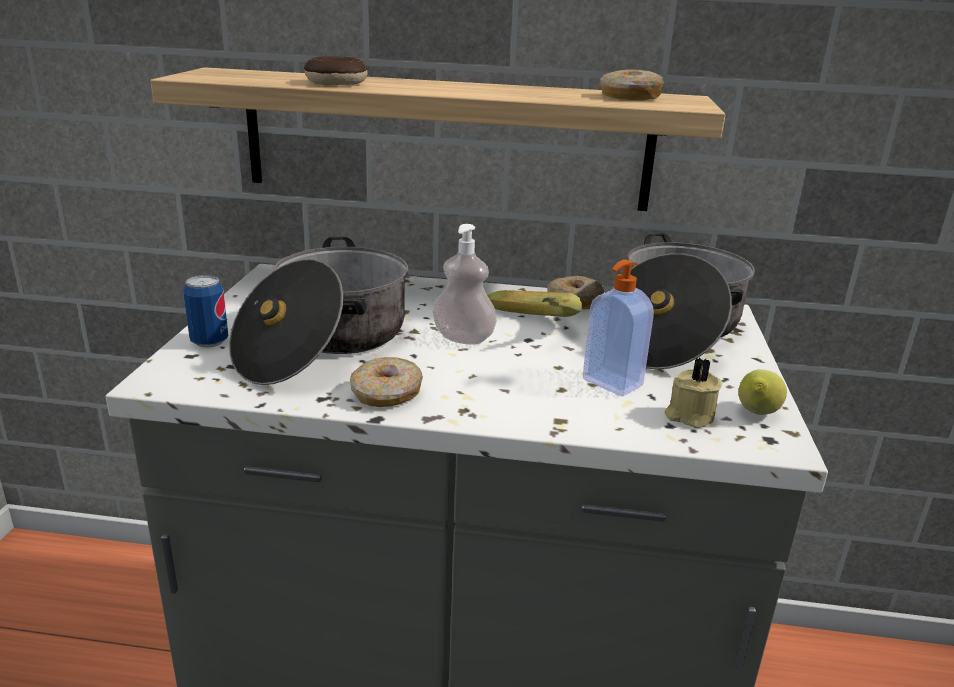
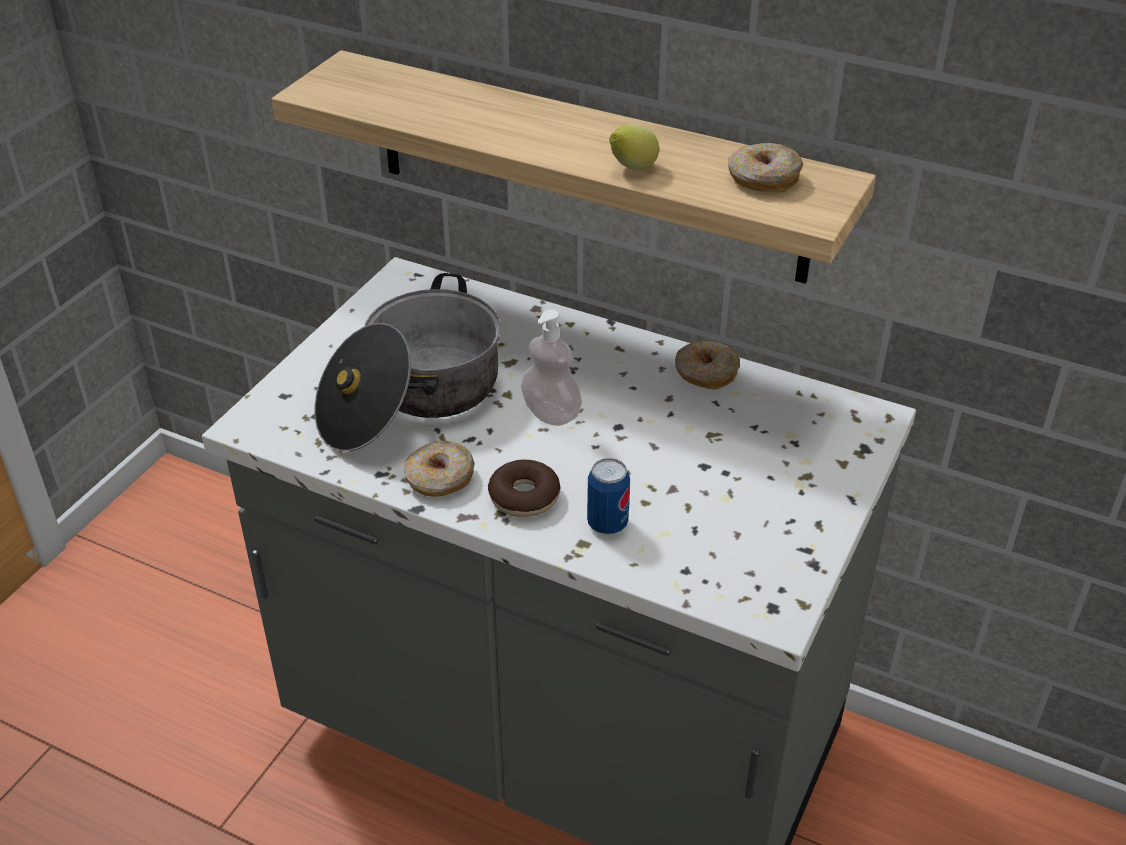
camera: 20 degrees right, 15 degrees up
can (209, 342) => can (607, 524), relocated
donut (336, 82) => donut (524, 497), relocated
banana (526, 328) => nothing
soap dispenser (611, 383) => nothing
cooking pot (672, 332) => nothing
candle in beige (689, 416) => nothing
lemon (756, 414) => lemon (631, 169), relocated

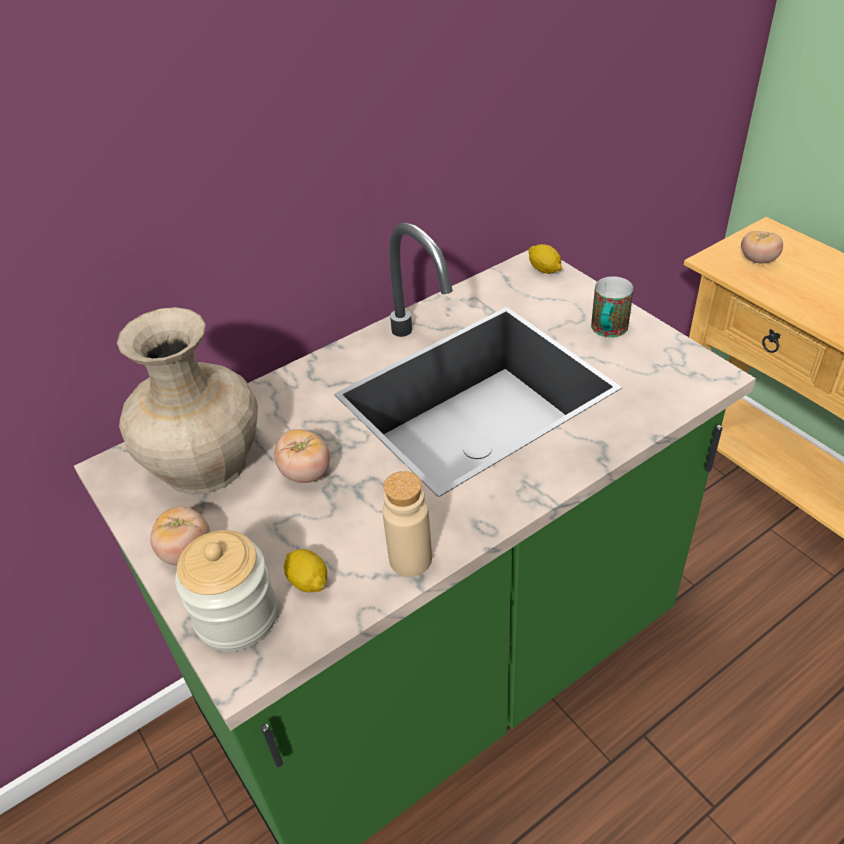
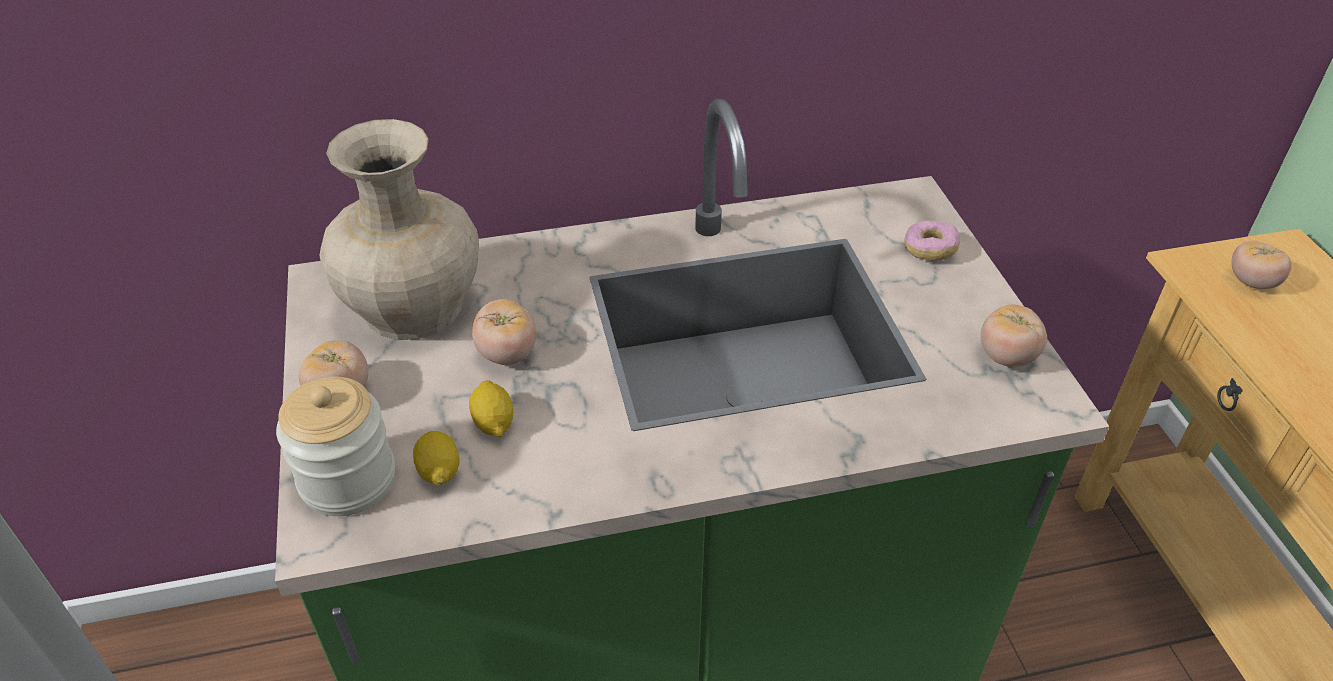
camera: 20 degrees right, 0 degrees up
bottle in beige (410, 559) => nothing
lemon (544, 269) => lemon (493, 422), relocated
mug (607, 331) => nothing
nothing => donut (929, 250)
nothing => tomato (1007, 356)

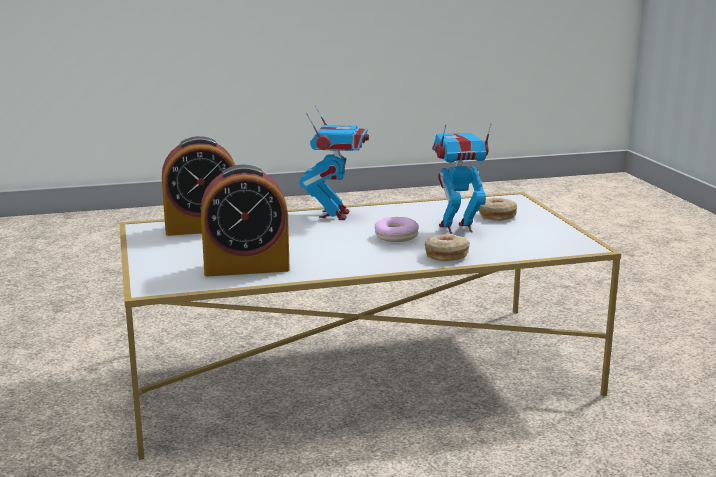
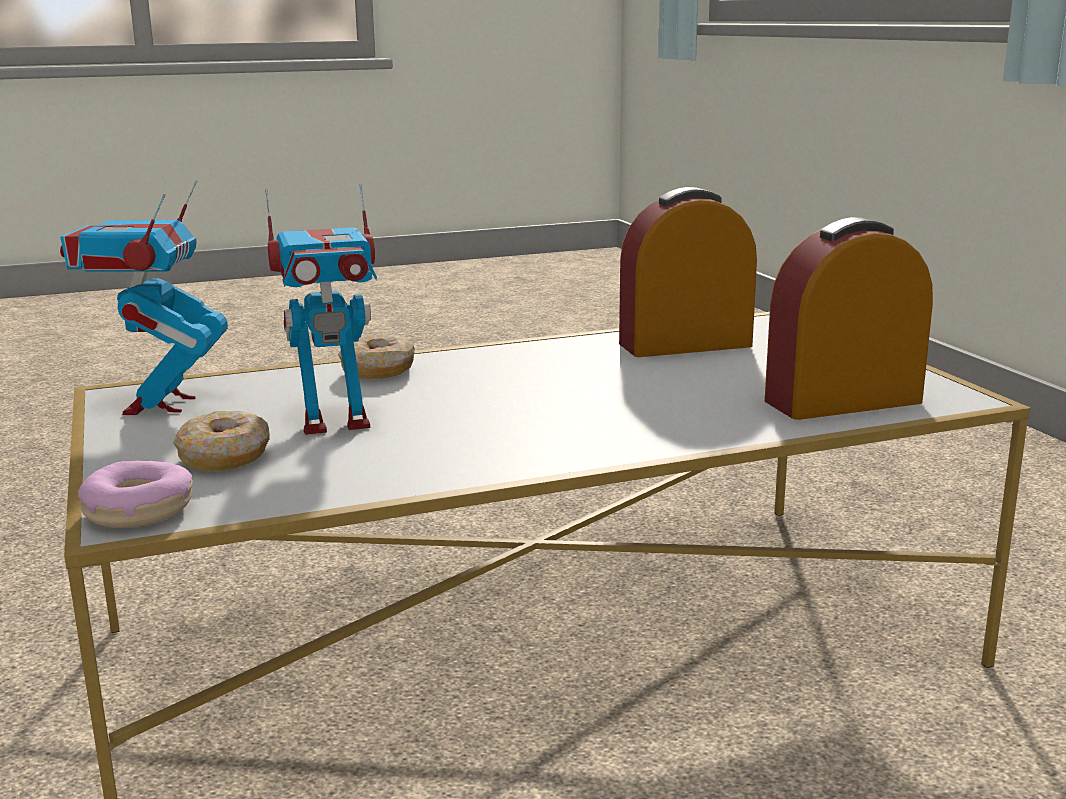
camera: 175 degrees right, 0 degrees up
toy robot (334, 215) => toy robot (159, 405), relocated
donut (396, 237) => donut (139, 510), relocated

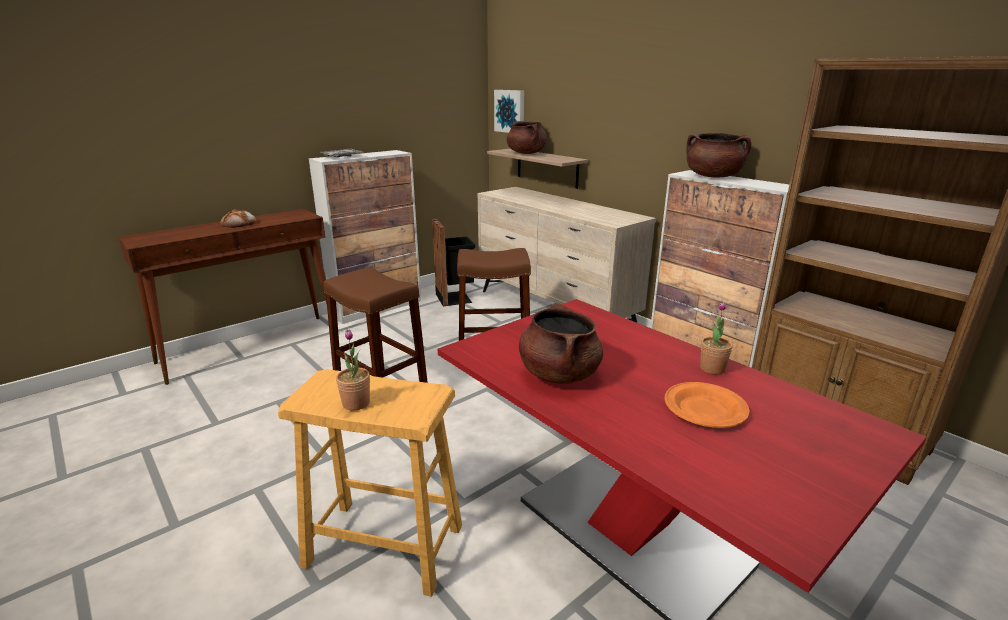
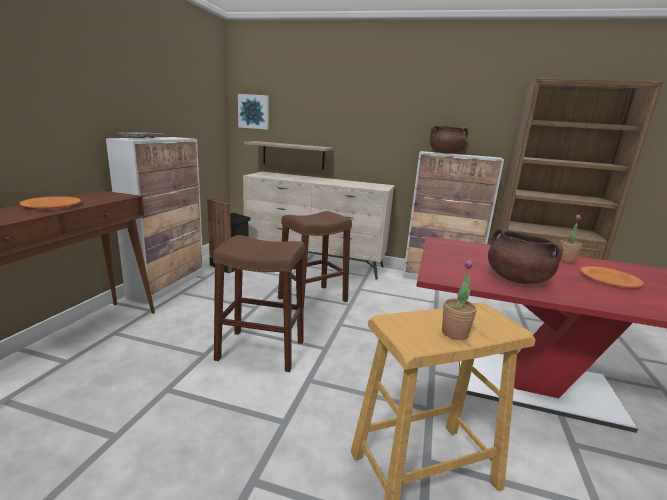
camera: 35 degrees left, 5 degrees down
bread (239, 223) => plate in orange (52, 205)
cooking pot in brown (526, 153) => nothing

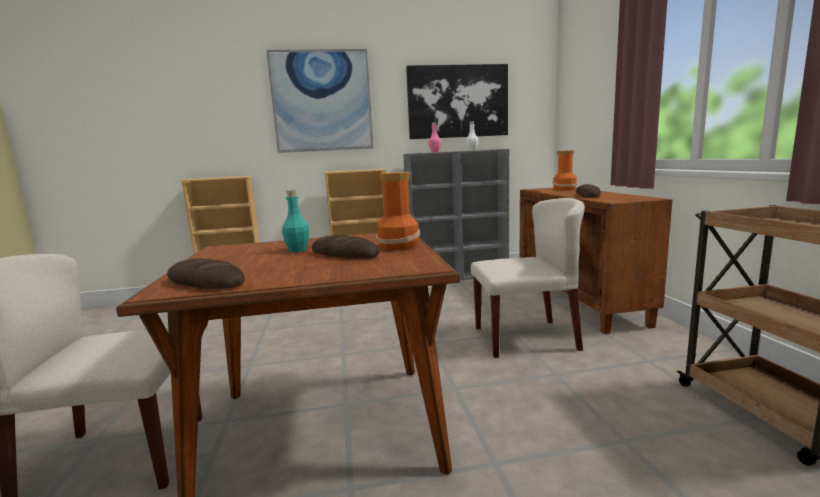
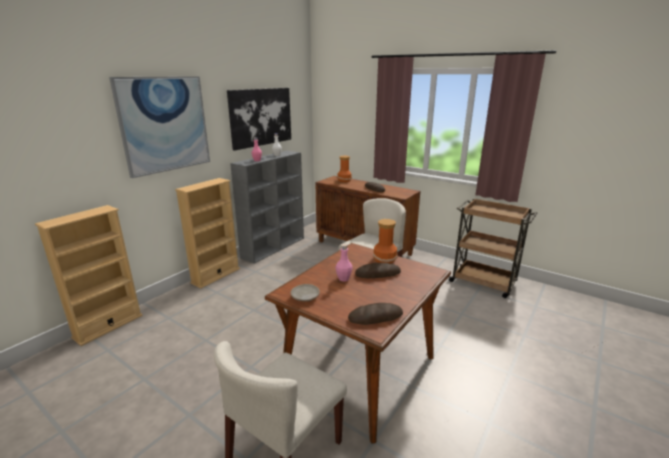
camera: 45 degrees left, 10 degrees up
bottle in turquoise (297, 250) => bottle in pink (343, 279)
nothing => plate in beige (305, 297)

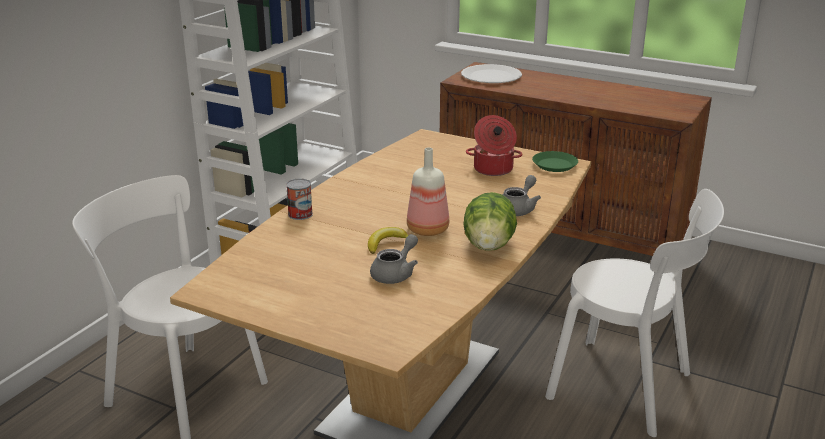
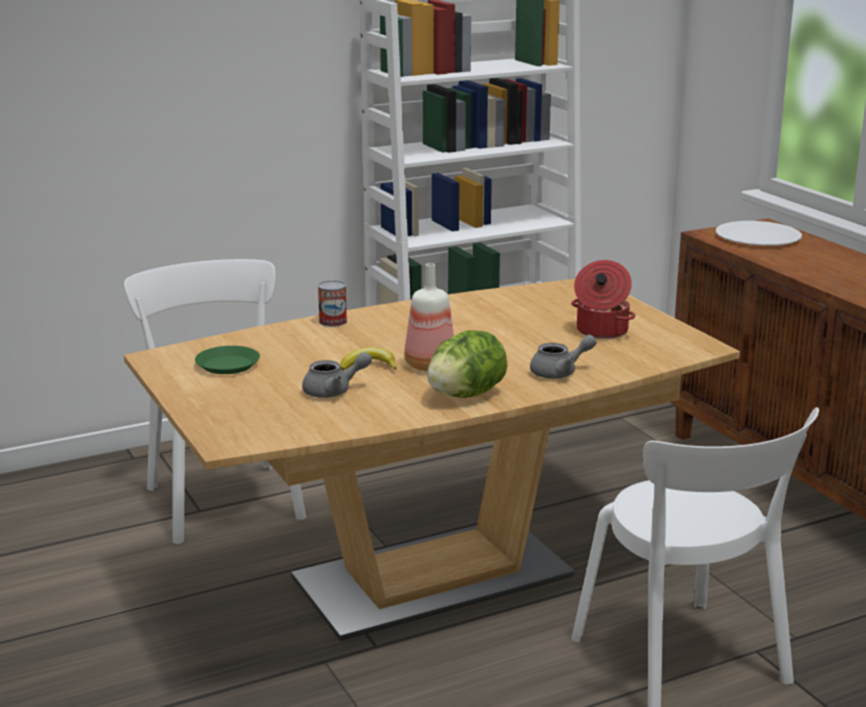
camera: 35 degrees right, 5 degrees down
plate in green (555, 165) => plate in green (227, 365), relocated

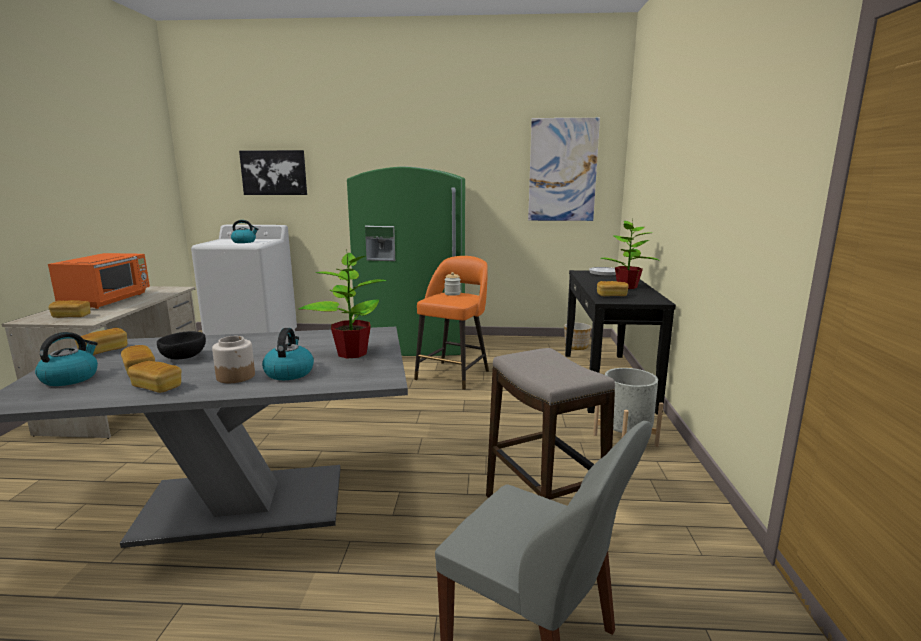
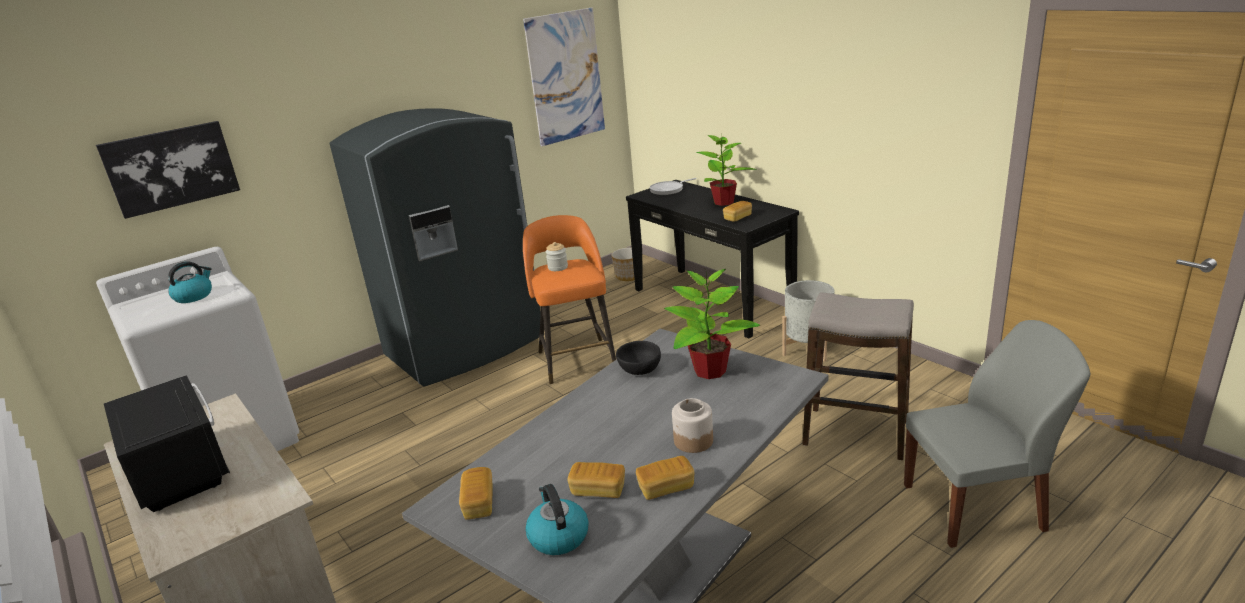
camera: 40 degrees left, 10 degrees up
microwave in orange (108, 300) => microwave in black (181, 471)
bread (71, 316) => nothing
bowl in black (185, 357) => bowl in black (640, 369), relocated
kettle (289, 373) => nothing
fridge in green (413, 345) => fridge in grey (466, 347)

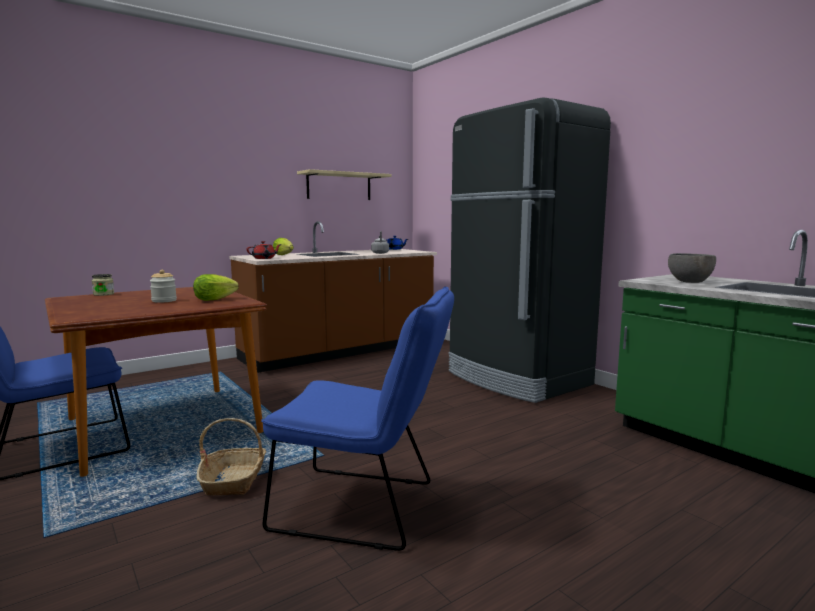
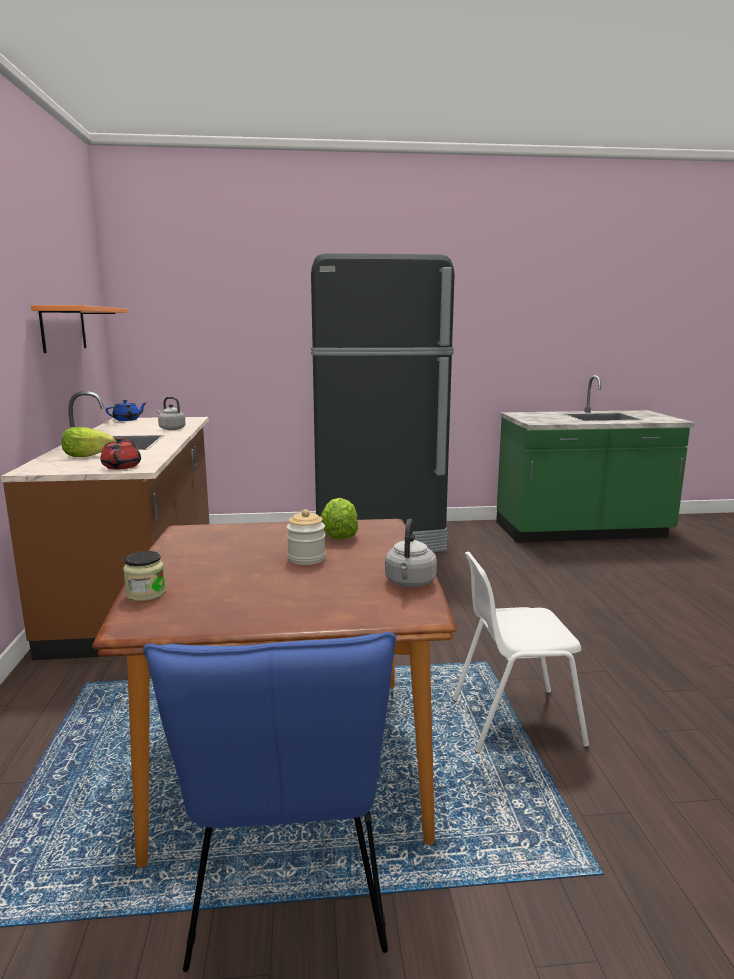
camera: 60 degrees left, 5 degrees up
basket (234, 480) => chair in white (514, 721)
chair in blue (365, 508) => nothing
shelf in beige (339, 186) => shelf in orange (63, 328)
bowl in grey (690, 282) => nothing
nothing => kettle in grey (409, 583)

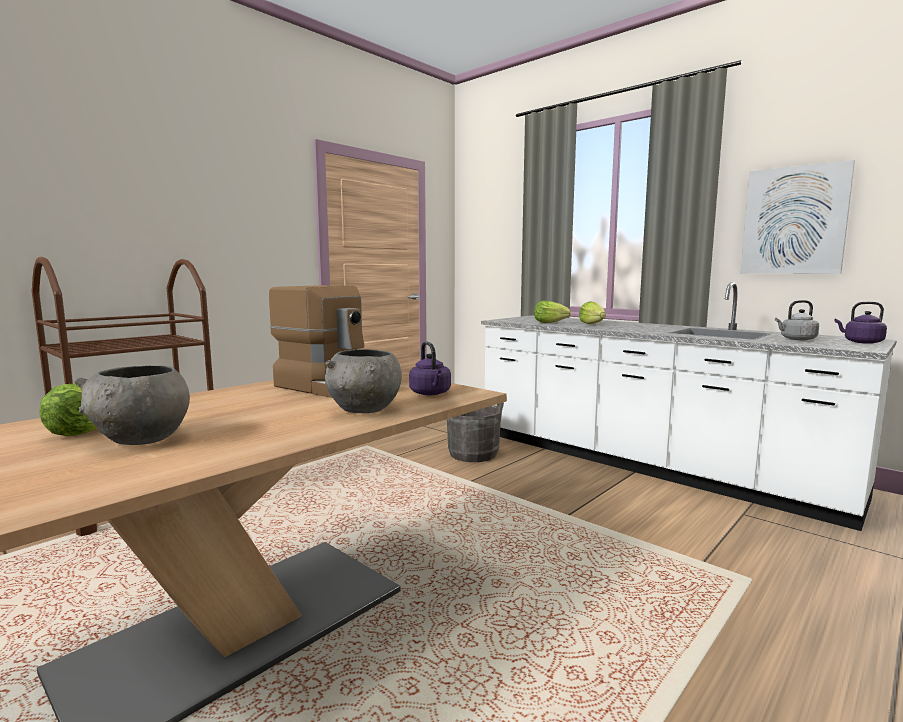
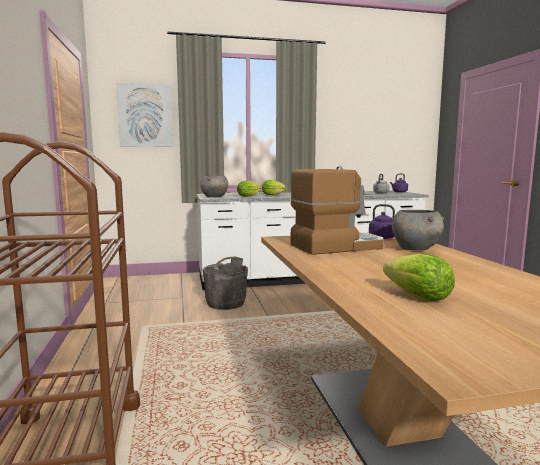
camera: 55 degrees left, 0 degrees up
bowl in grey (142, 440) => bowl in grey (214, 197), relocated
picture (794, 221) => picture (145, 115), relocated

